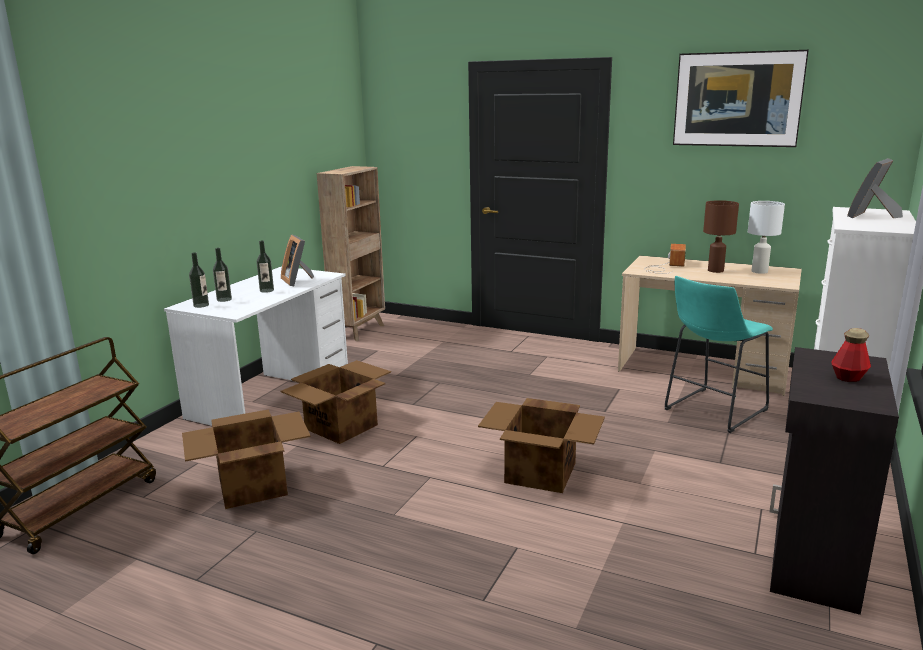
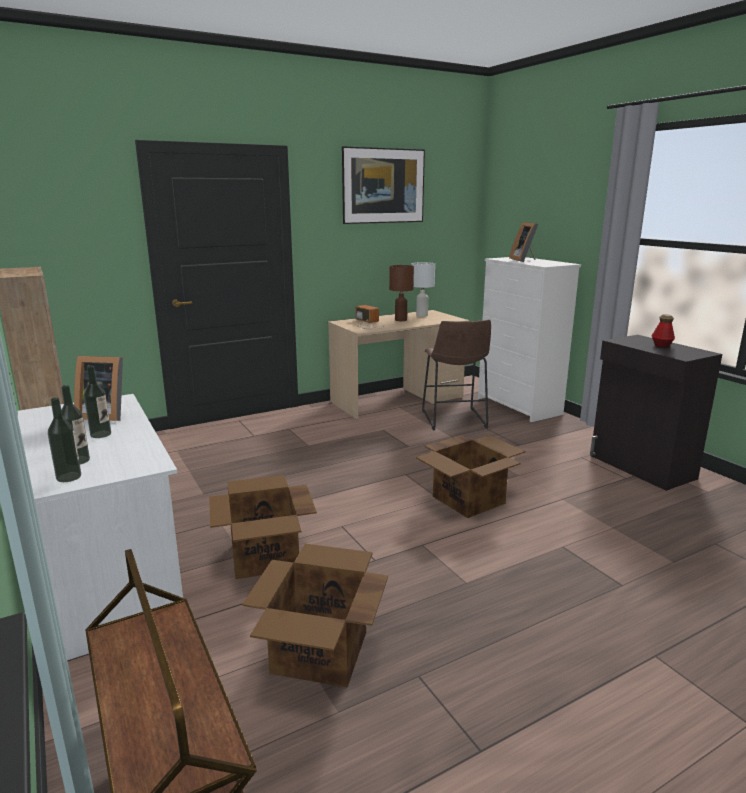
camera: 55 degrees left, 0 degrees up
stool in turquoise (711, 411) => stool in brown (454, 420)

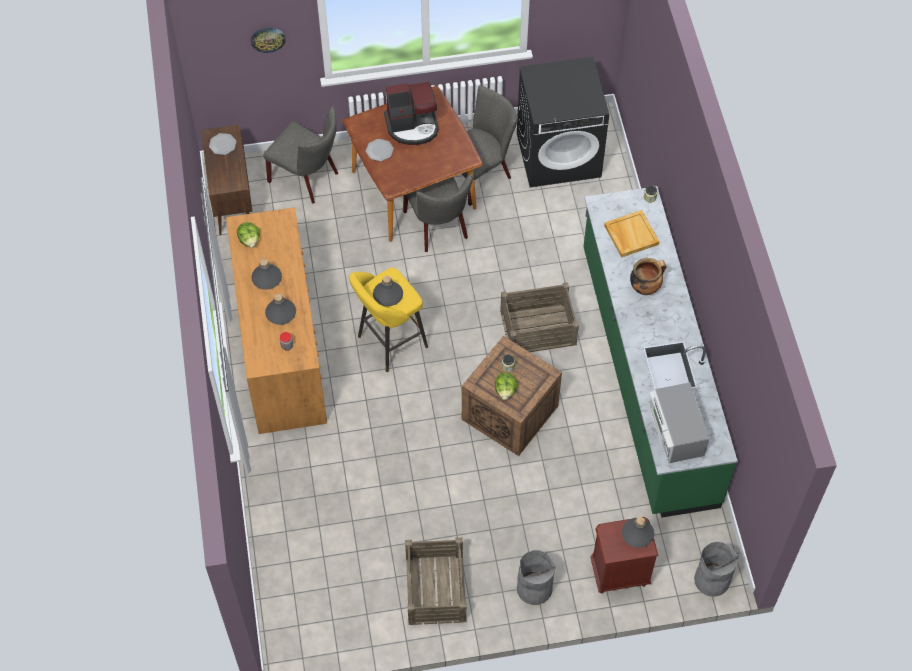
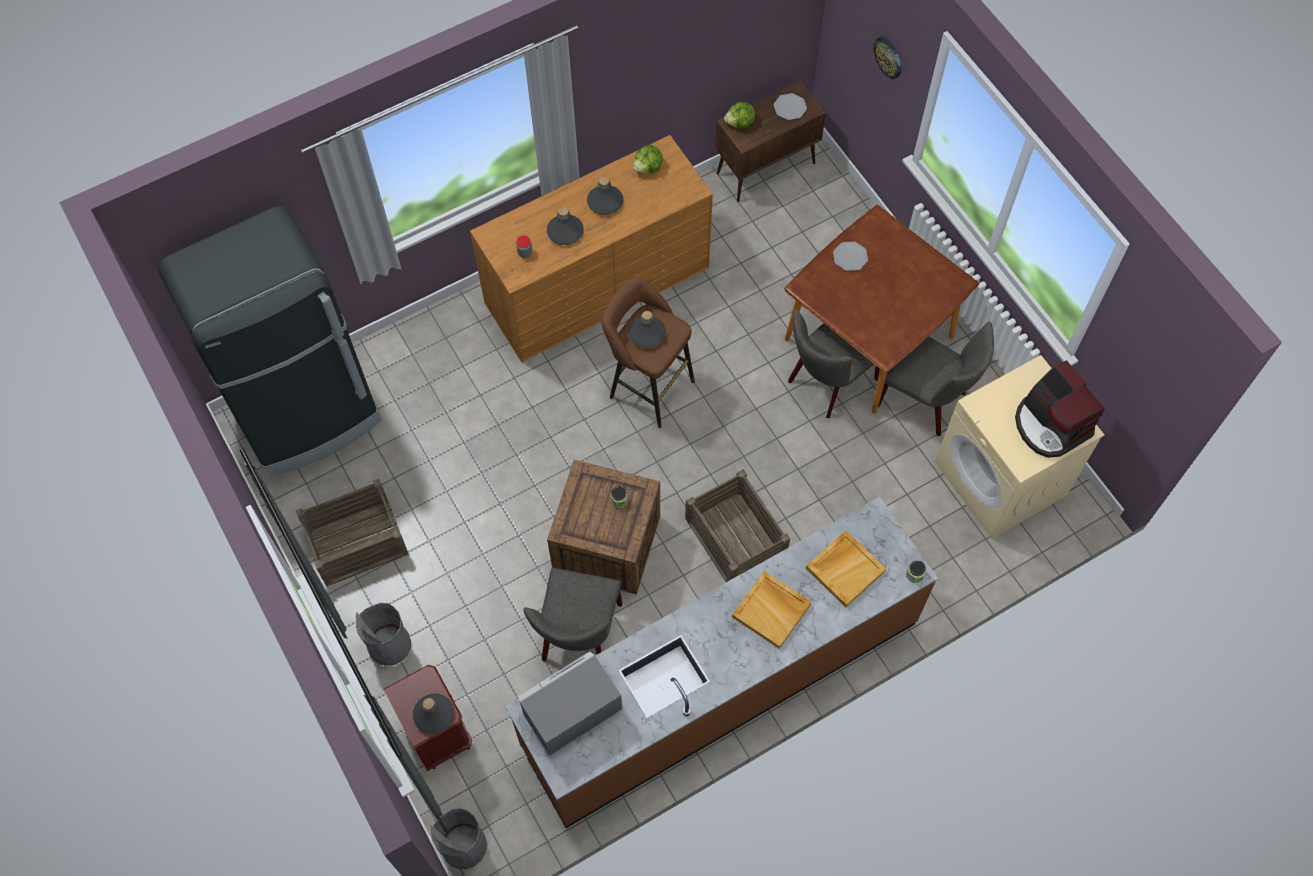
camera: 70 degrees right, 5 degrees up
chair in grey (307, 178) => chair in grey (579, 637), relocated
stool in yellow (389, 343) => stool in brown (647, 387)
coffee machine (412, 126) => coffee machine (1050, 425), relocated
lettuce (505, 391) => lettuce (740, 123), relocated
washing machine in black (559, 154) => washing machine in beige (1001, 479)
counter in green (646, 375) => counter in brown (720, 683)
cooking pot (645, 287) => tray in beige (772, 610)
nothing => fridge in black (309, 415)

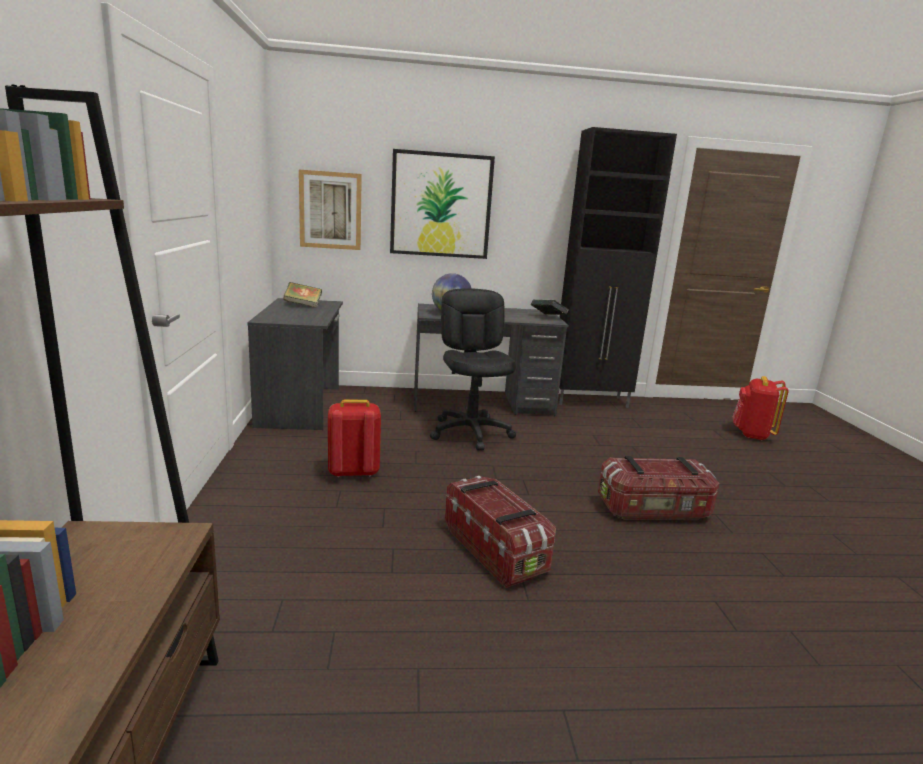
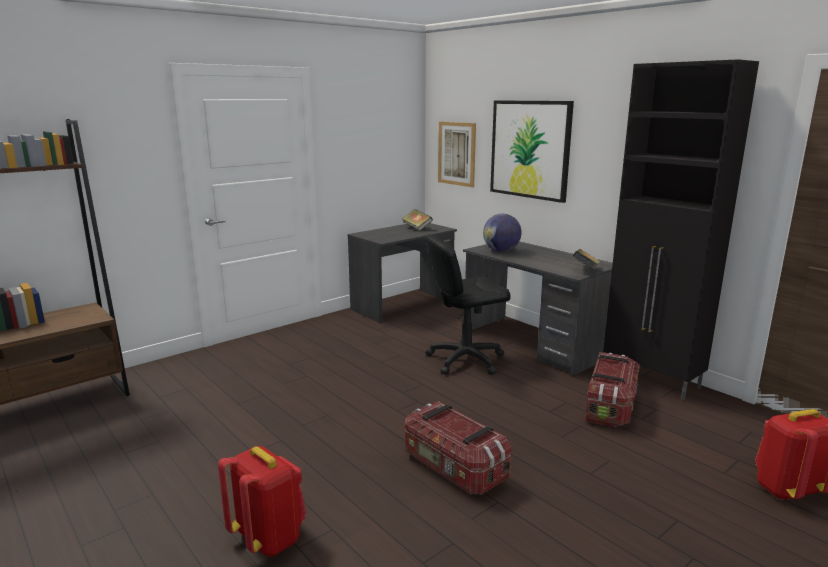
camera: 55 degrees right, 0 degrees up
backpack in red (353, 472) => backpack in red (269, 538), relocated
office chair in black (471, 433) => office chair in black (465, 360), 150 degrees counterclockwise
storage box (496, 550) => storage box (610, 406), relocated

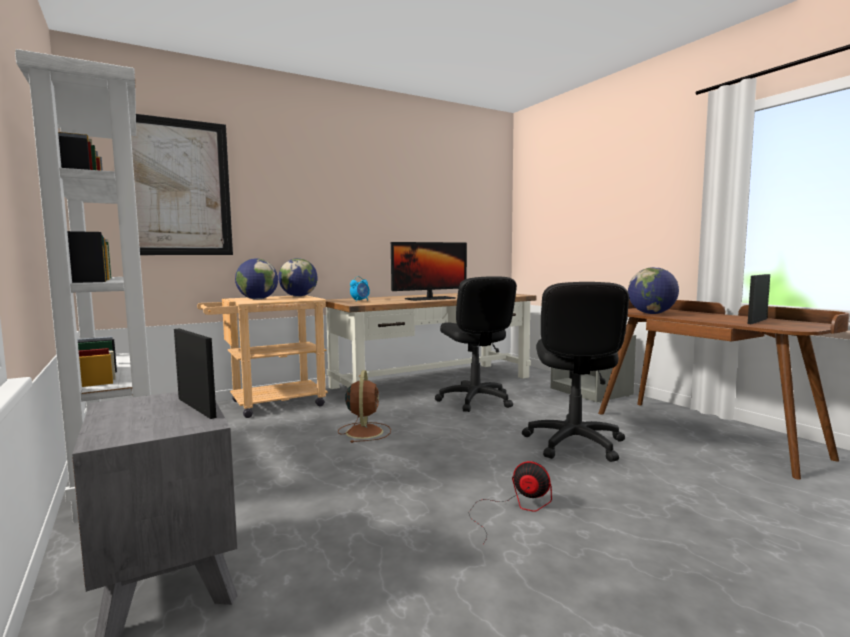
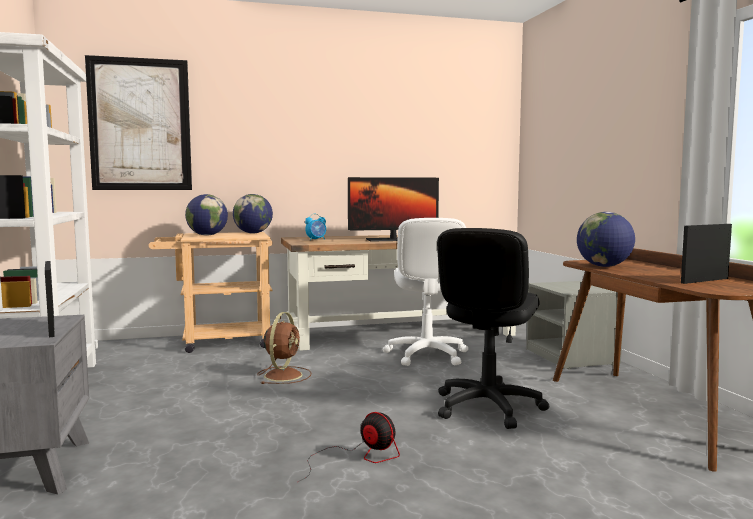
camera: 15 degrees right, 0 degrees up
office chair in black (475, 400) => office chair in white (426, 355)

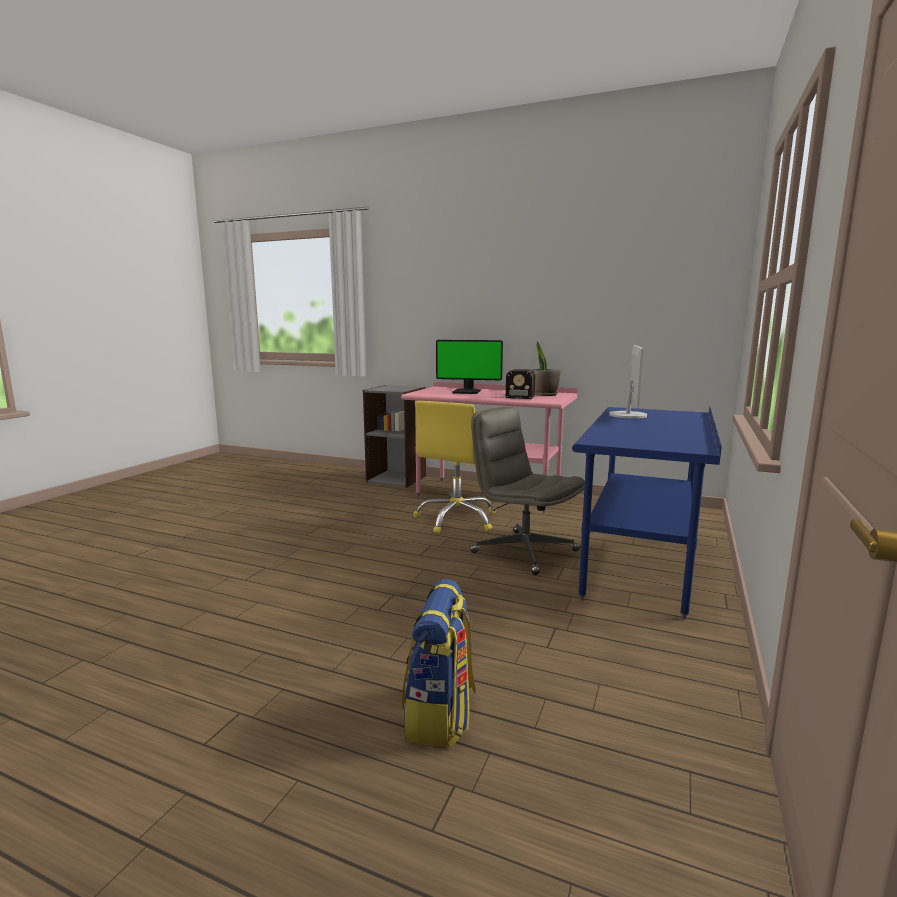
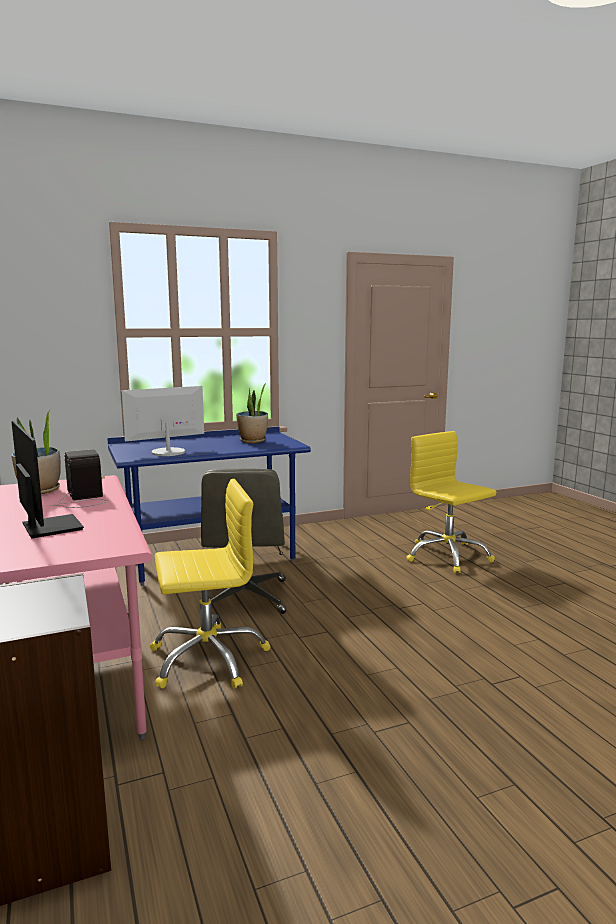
camera: 135 degrees left, 0 degrees up
backpack (440, 715) => office chair in yellow (447, 556)
nothing => potted plant (253, 441)

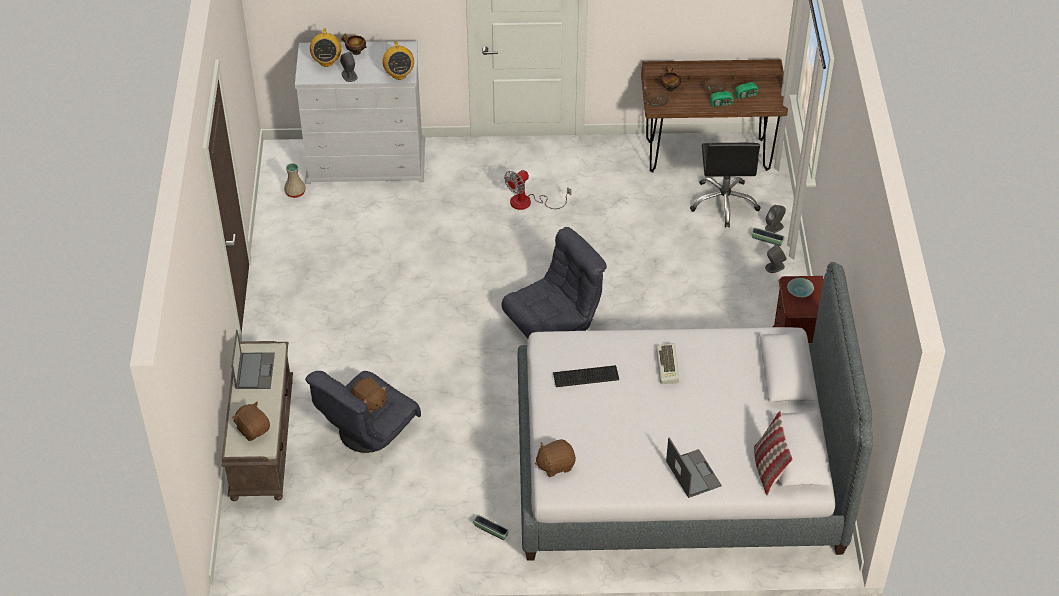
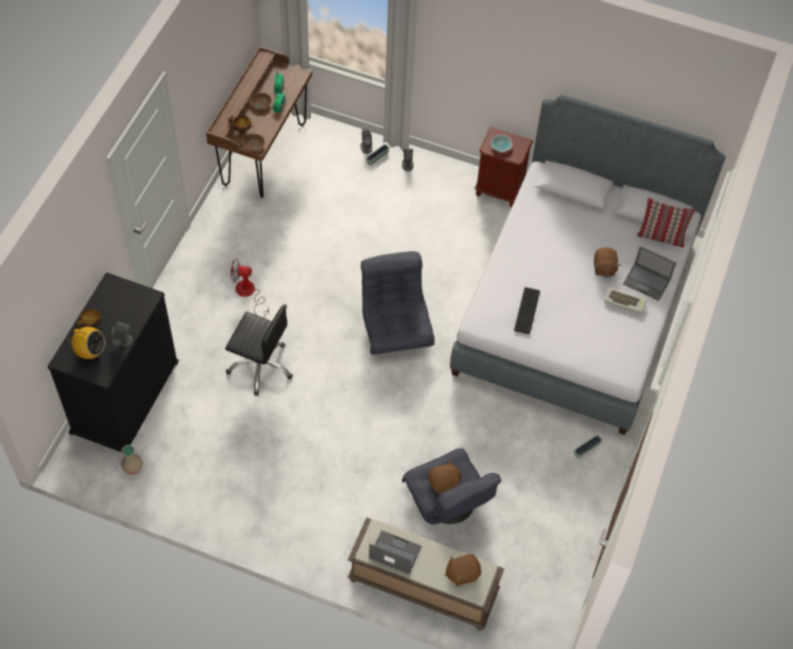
camera: 70 degrees left, 10 degrees up
dresser in white (366, 161) => dresser in black (125, 396)
radio (399, 74) => nothing
fan (528, 203) => fan (249, 294), 120 degrees clockwise
plush toy in brown (555, 465) => plush toy in brown (604, 268), relocated
keyboard (668, 366) => keyboard (625, 302), relocated
laptop (692, 473) => laptop (647, 282), 150 degrees counterclockwise
office chair in black (724, 202) => office chair in black (261, 366), relocated

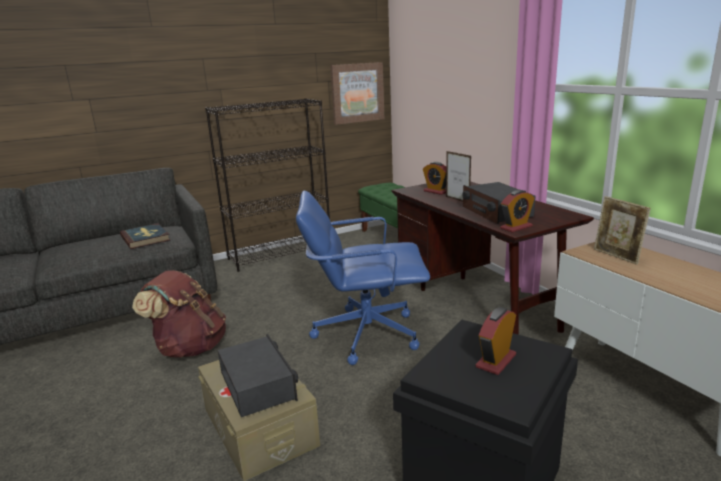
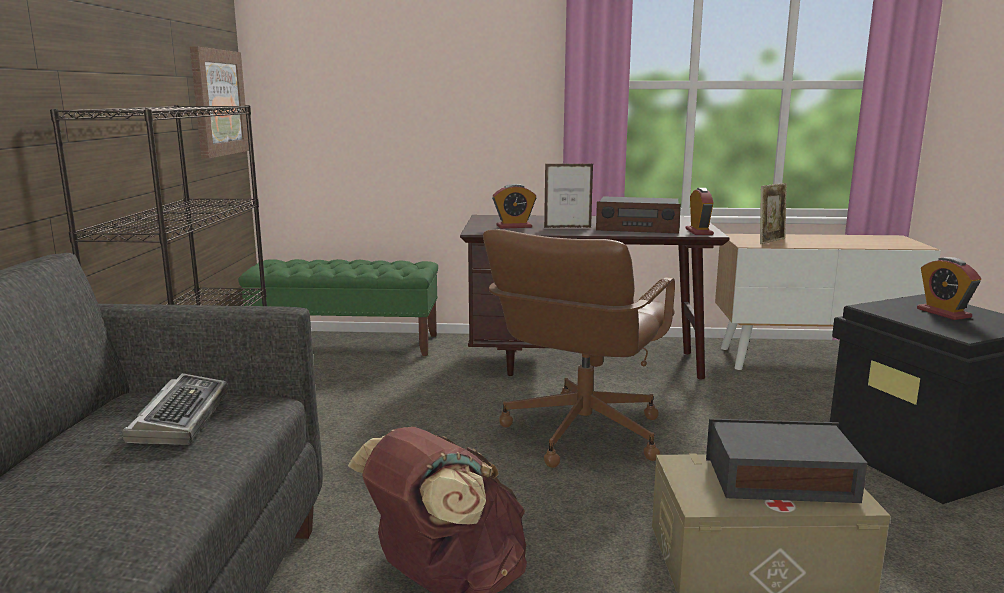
camera: 60 degrees left, 5 degrees down
book (145, 238) => keyboard (181, 418)
office chair in blue (365, 334) => office chair in brown (581, 433)
picture frame (617, 256) => picture frame (770, 241), 45 degrees counterclockwise

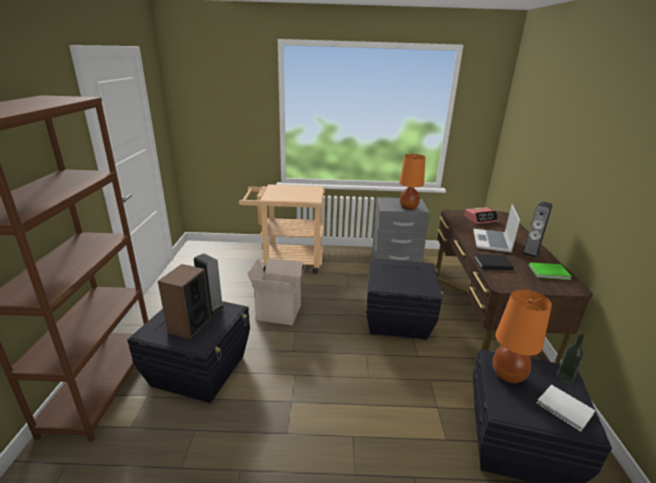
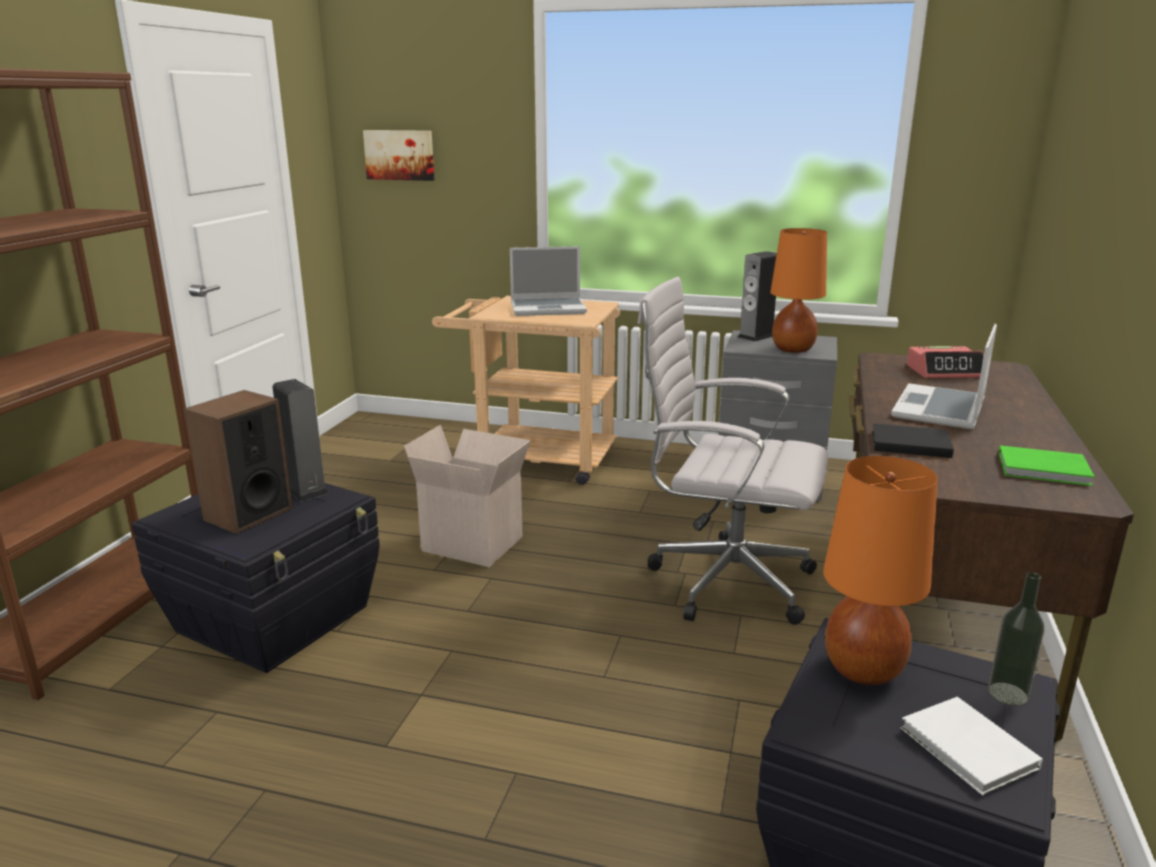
camera: 15 degrees right, 5 degrees down
storage box in black (398, 319) => office chair in white (723, 581)
speaker (530, 252) => speaker (756, 336), relocated
nothing => picture (400, 155)
nothing => laptop (549, 308)

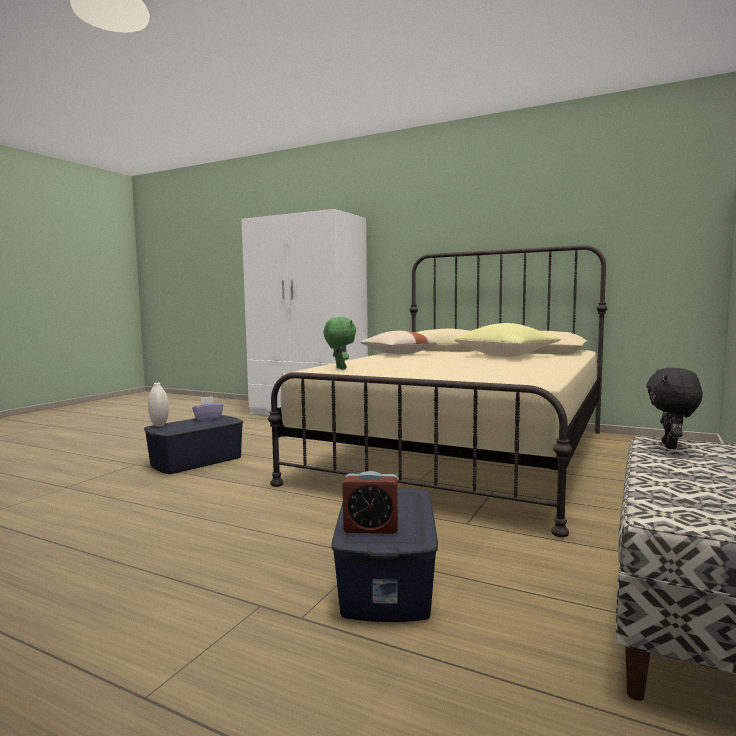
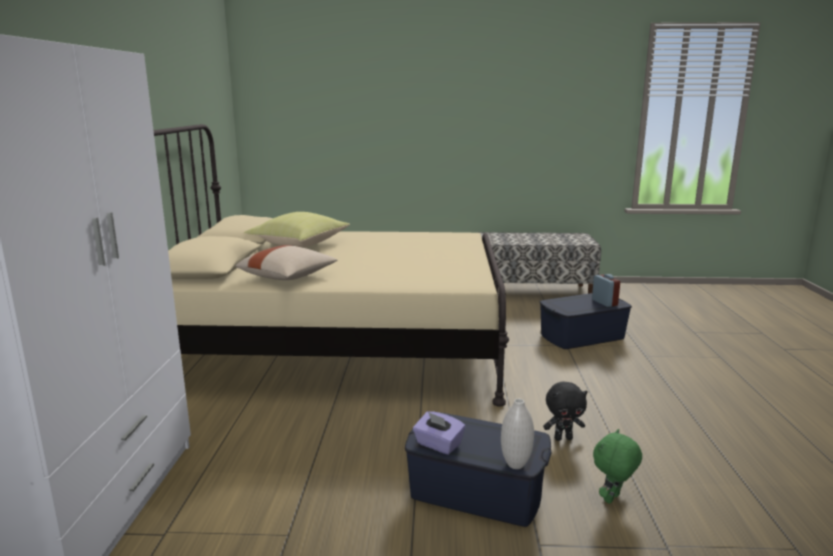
camera: 115 degrees left, 10 degrees up
plush toy in green (340, 368) => plush toy in green (613, 499), relocated
plush toy in black (671, 446) => plush toy in black (563, 438), relocated

